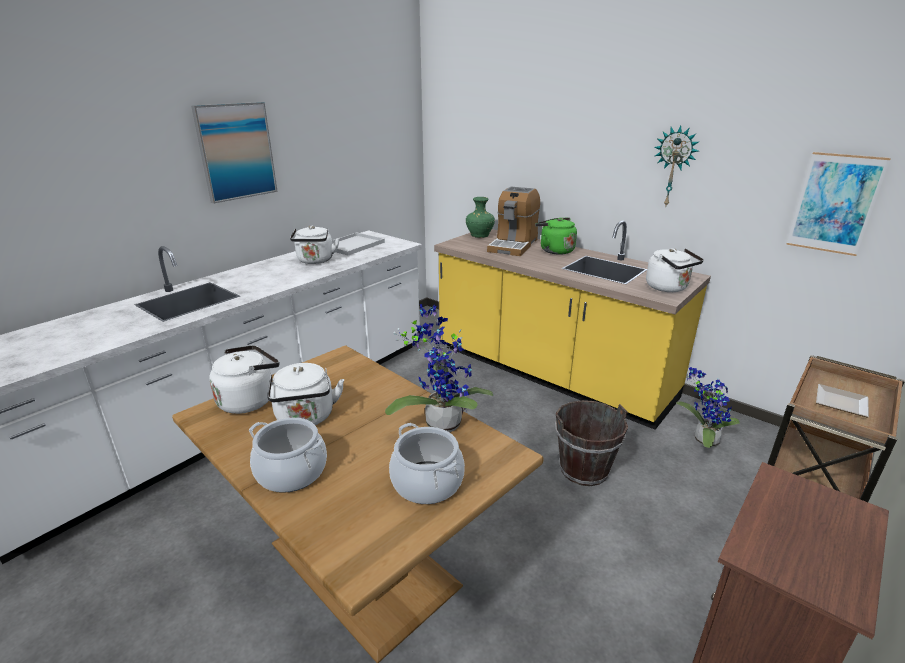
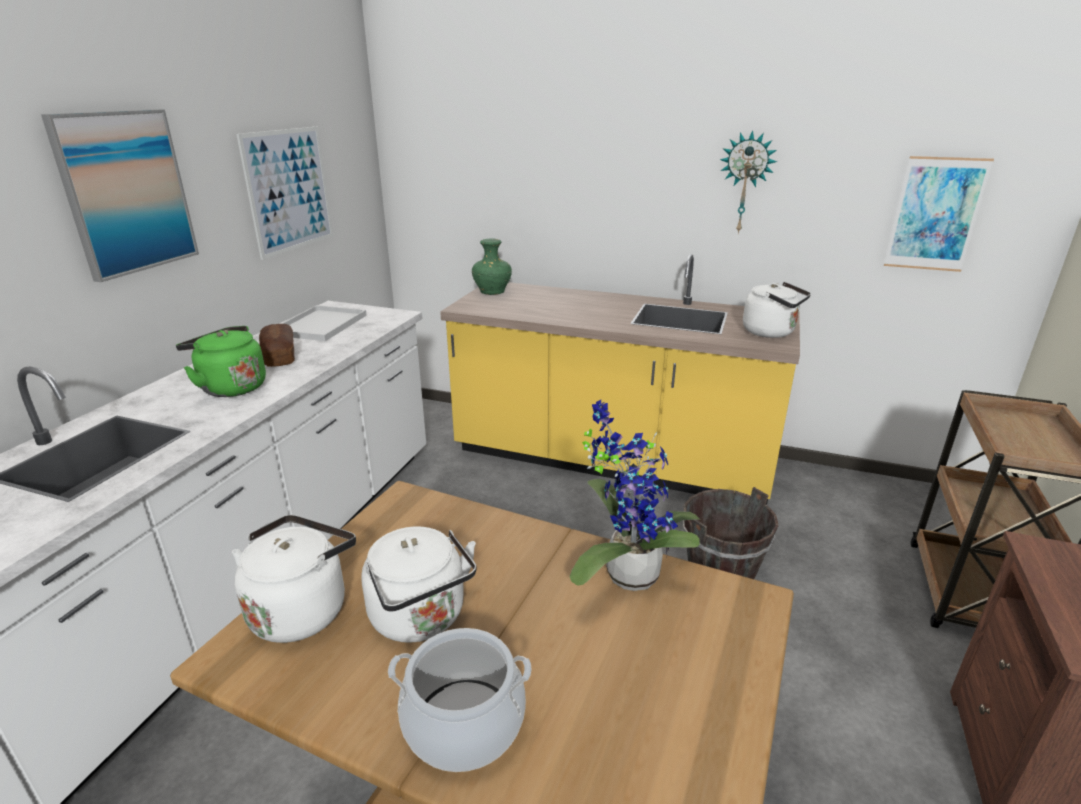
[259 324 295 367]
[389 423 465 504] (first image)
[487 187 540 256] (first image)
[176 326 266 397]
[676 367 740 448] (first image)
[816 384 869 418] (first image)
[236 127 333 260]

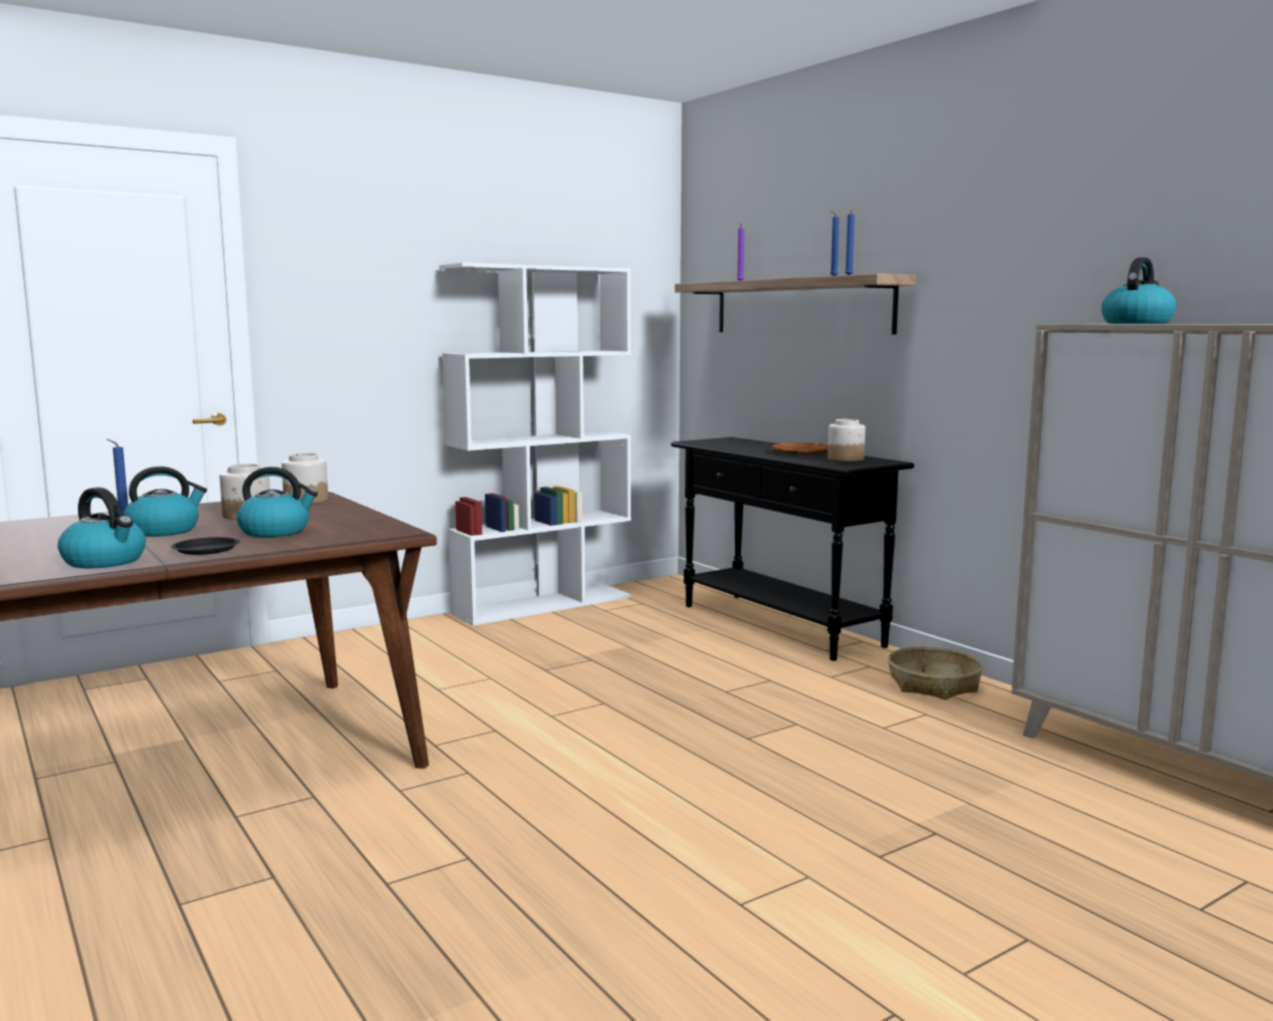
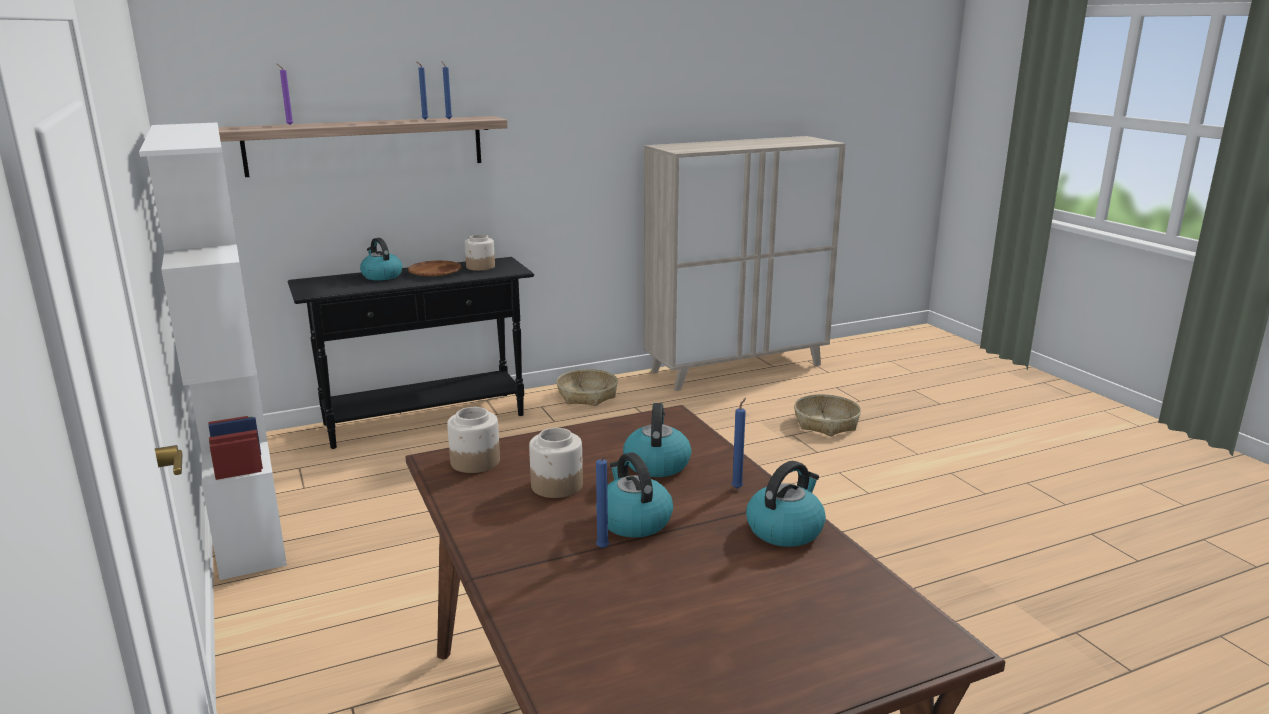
[731 398 746 489]
[360 238 402 280]
[794 394 861 436]

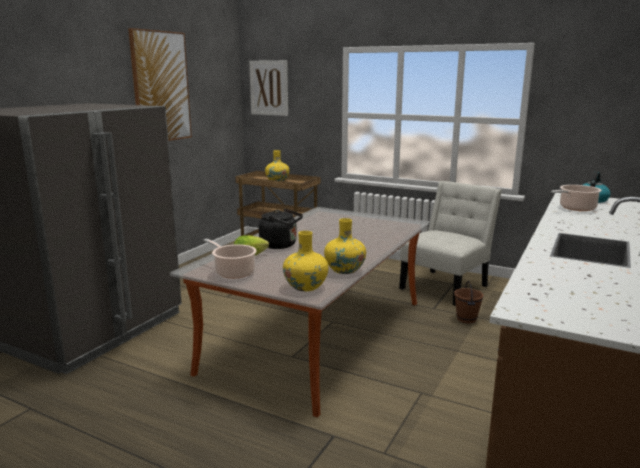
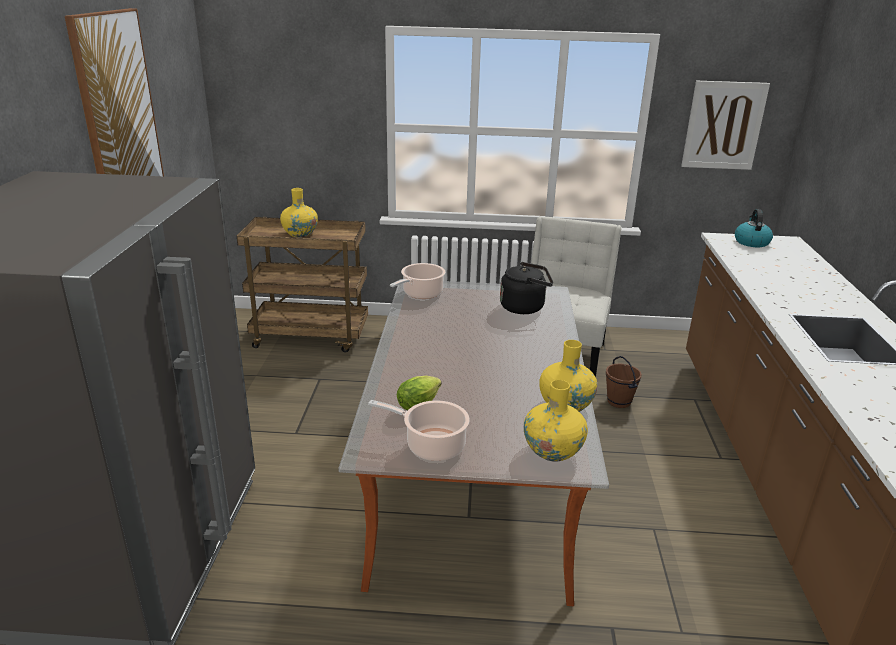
[681 81 770 170]
[500 262 553 314]
[390 263 446 299]

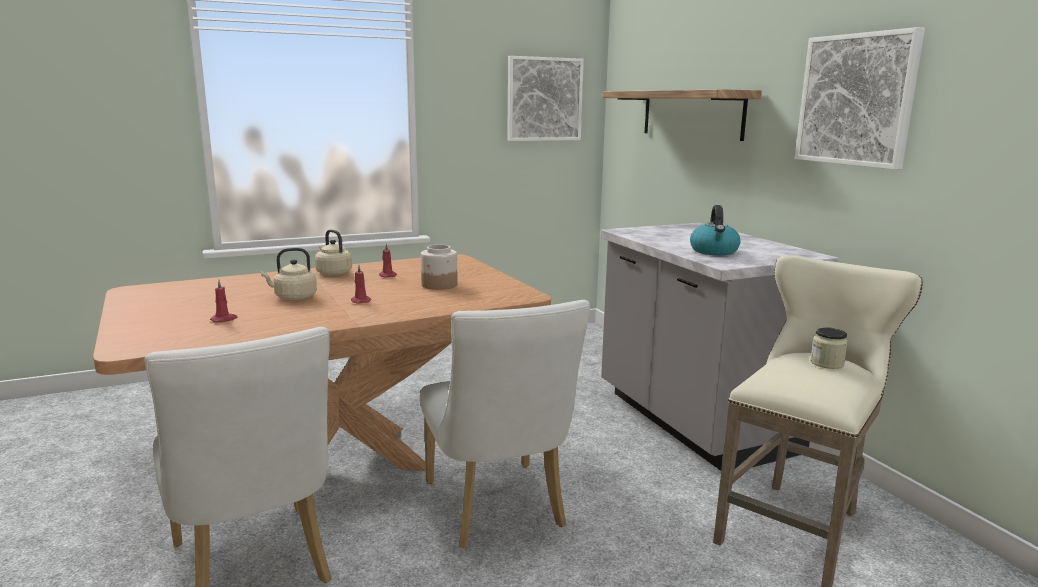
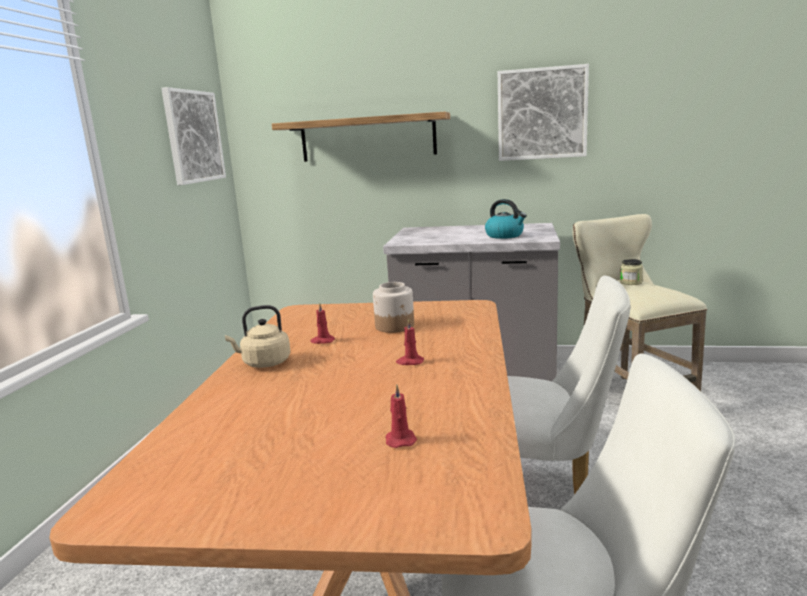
[261 248 317 300] (first image)

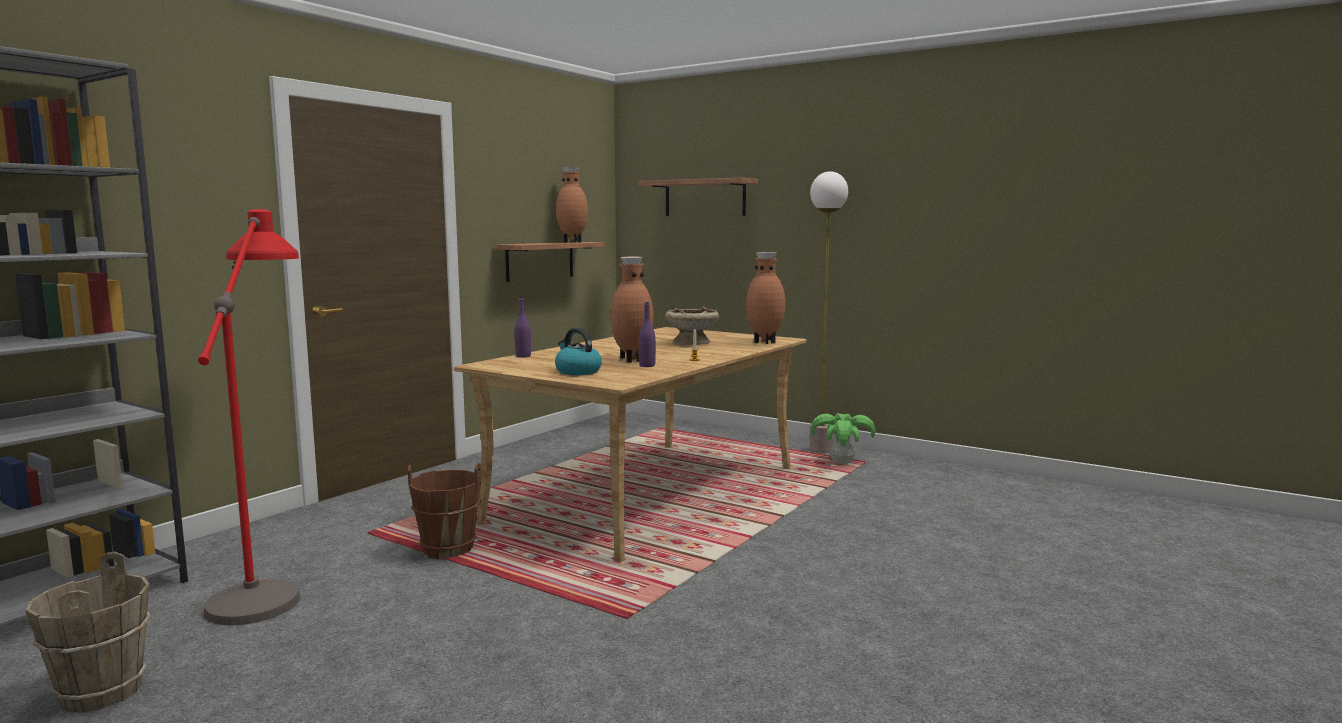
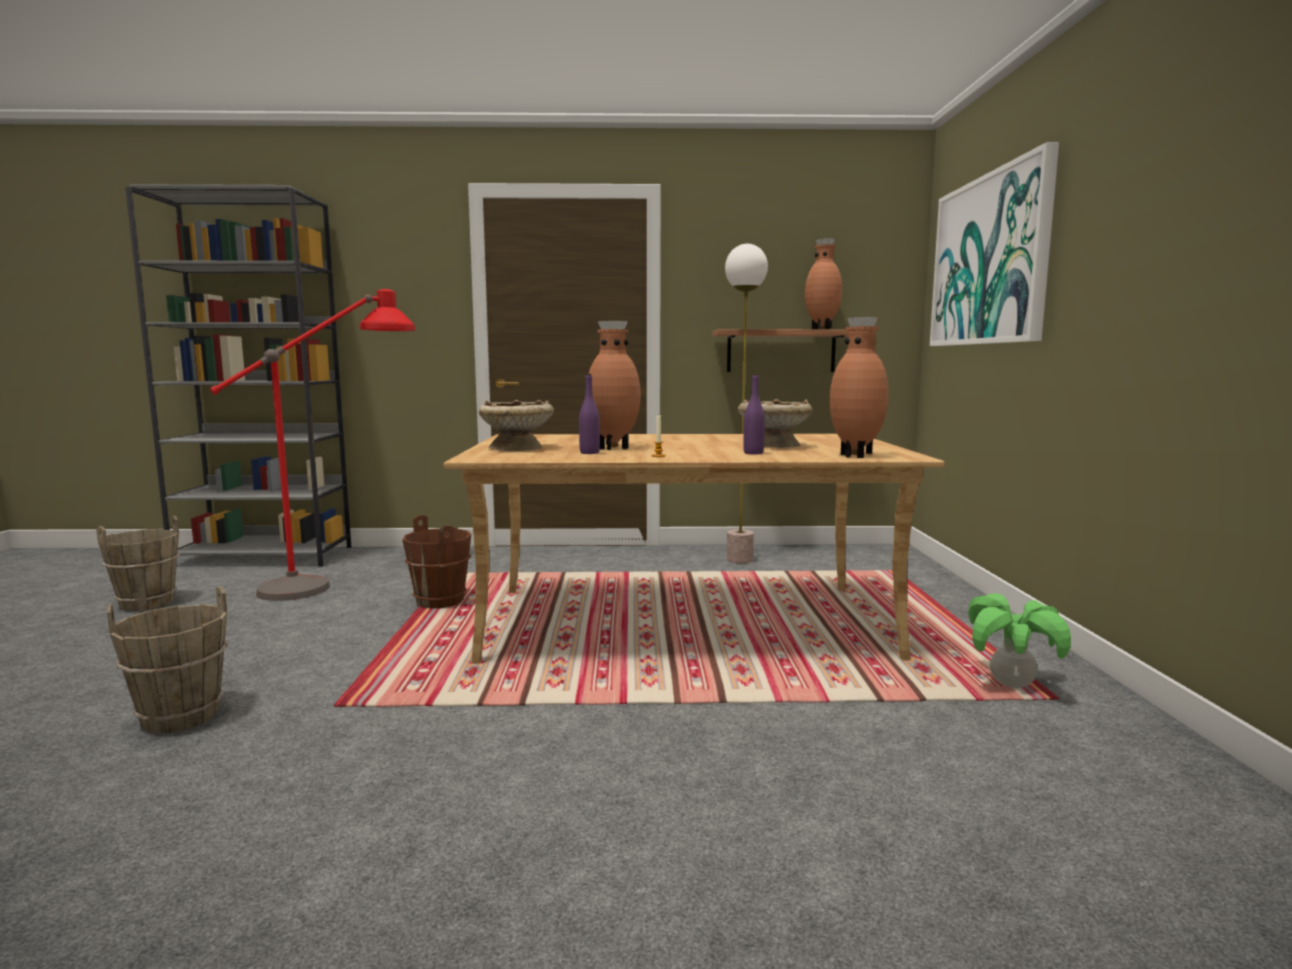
[743 374 765 454]
[479 400 554 451]
[930 142 1059 346]
[725 244 768 564]
[107 586 228 733]

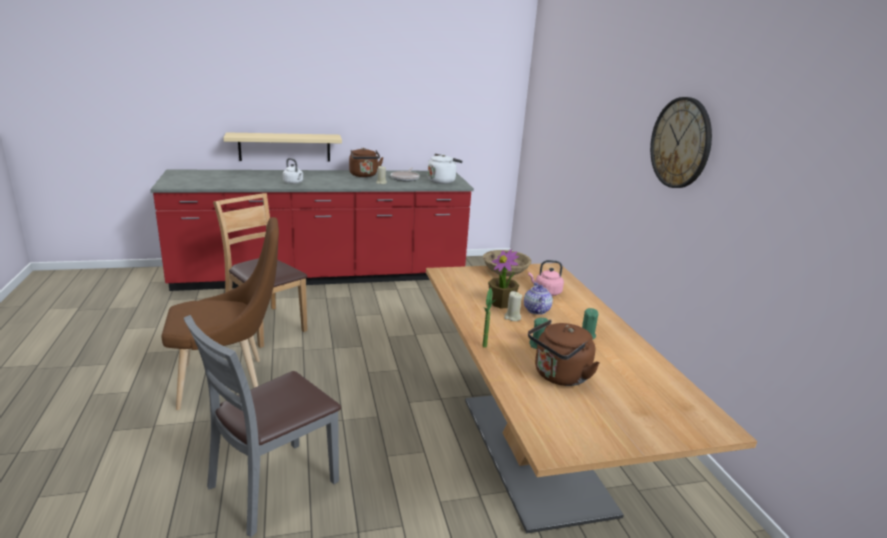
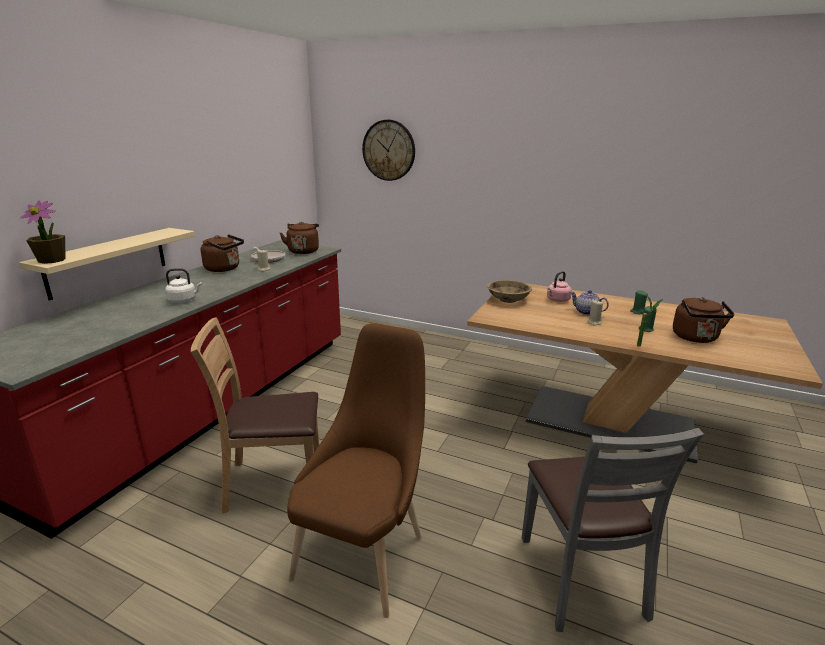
[280 222 319 254]
[21 200 66 264]
[362 120 415 181]

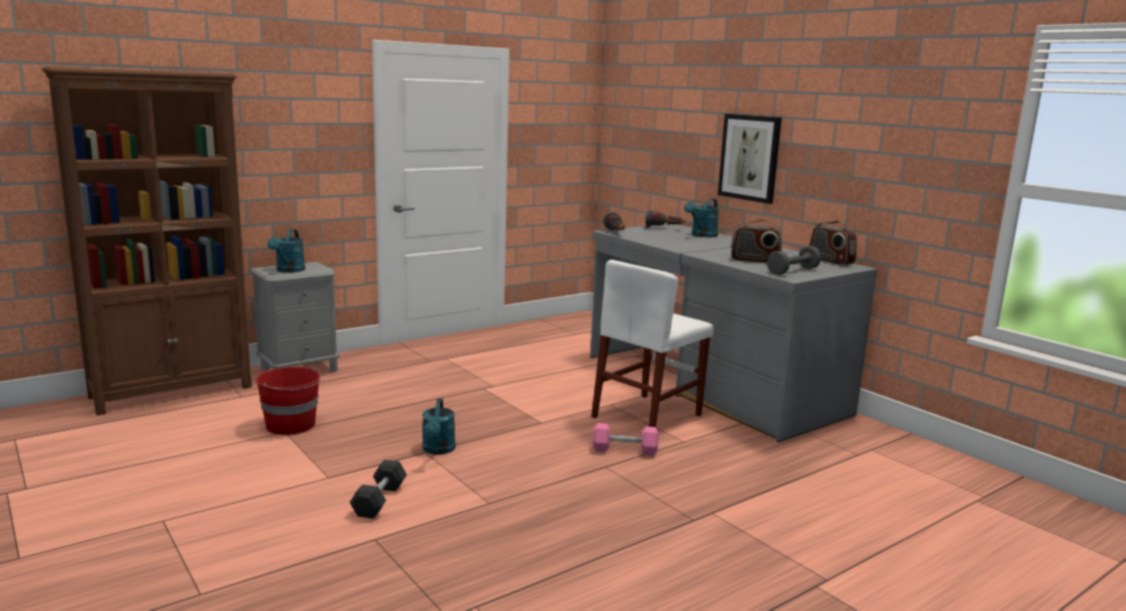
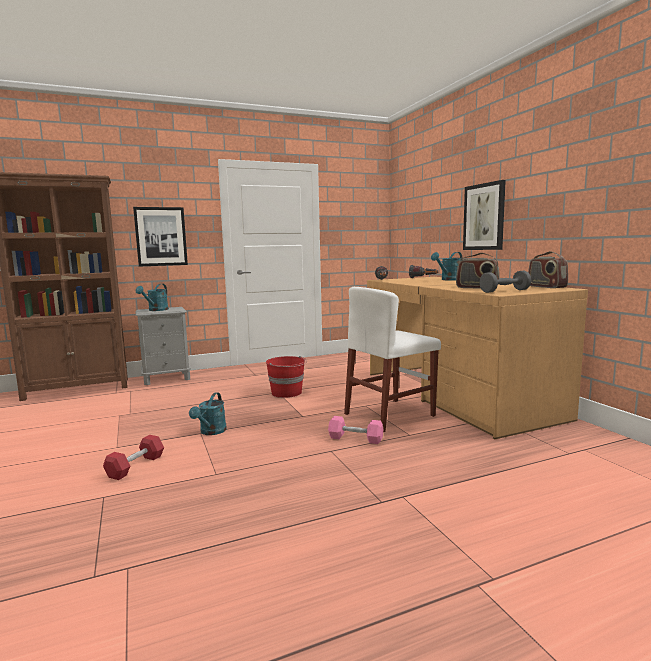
[266 356 307 398]
[103 435 164 480]
[367 277 588 439]
[133 207 188 266]

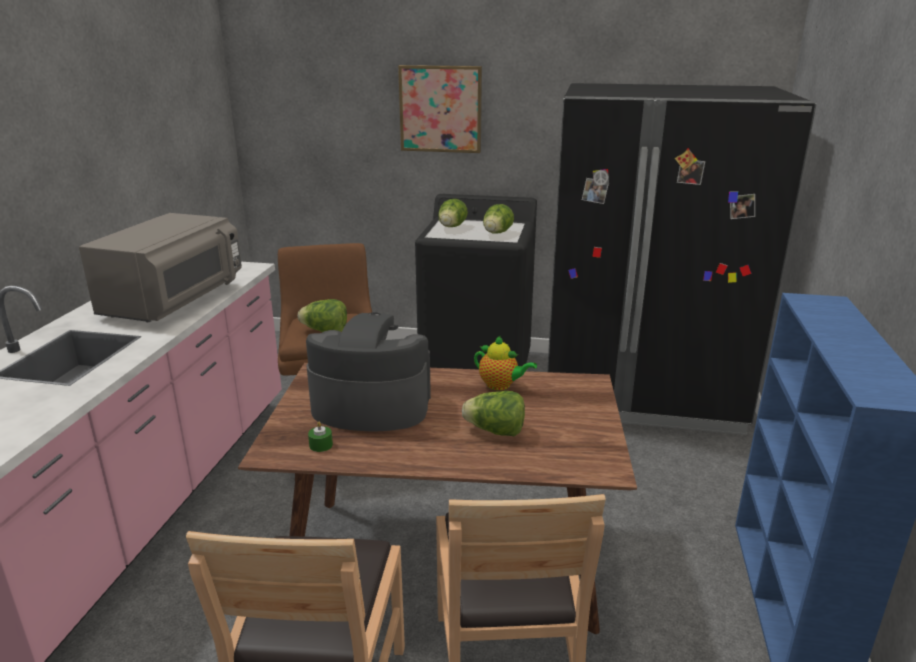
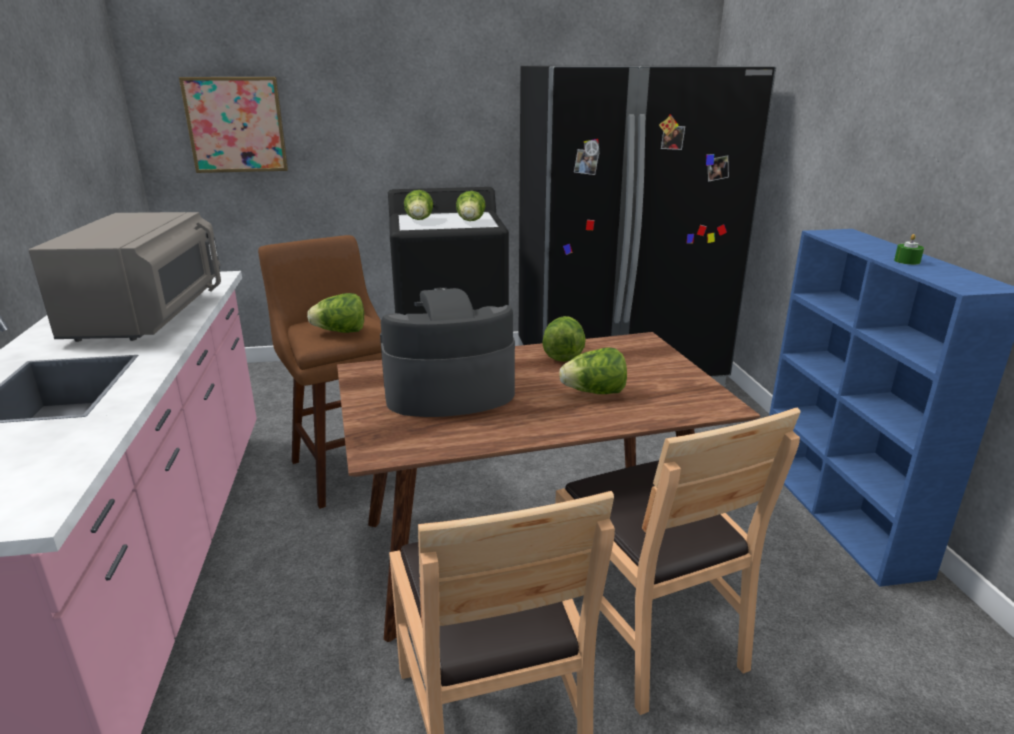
[894 234 924 265]
[179 77 288 173]
[542 316 586 362]

